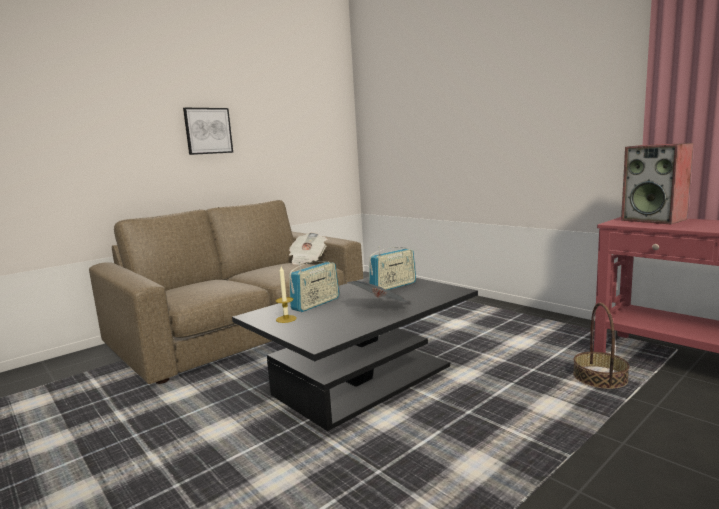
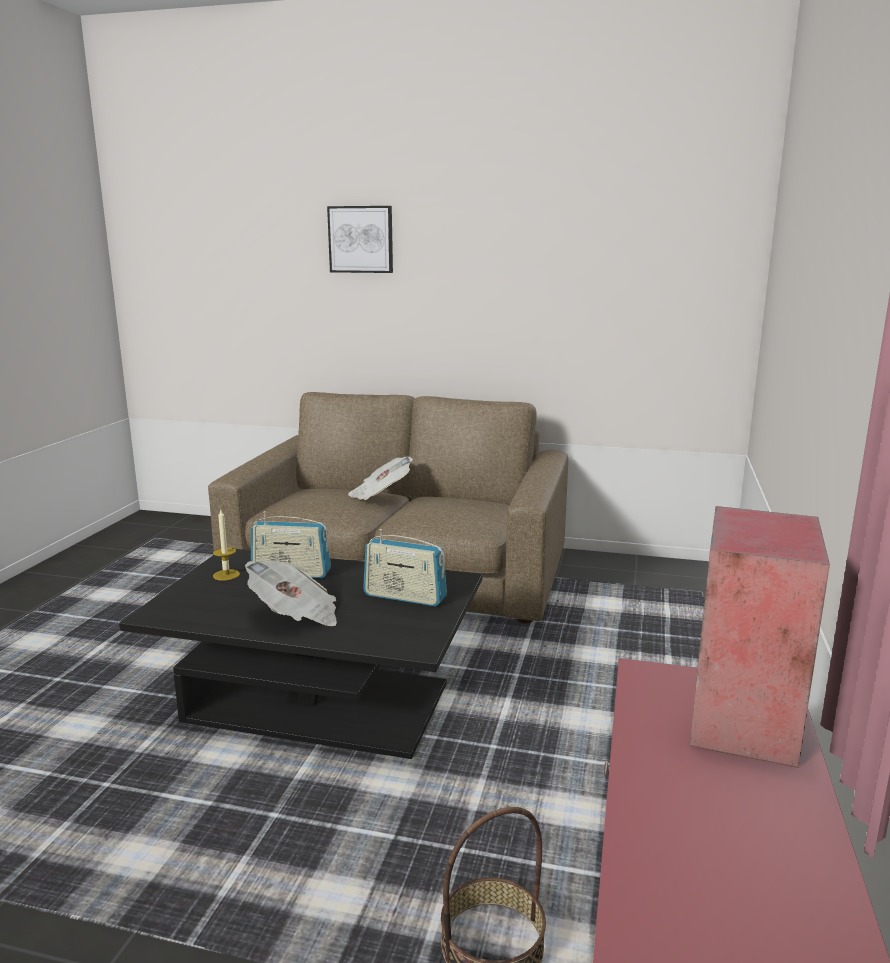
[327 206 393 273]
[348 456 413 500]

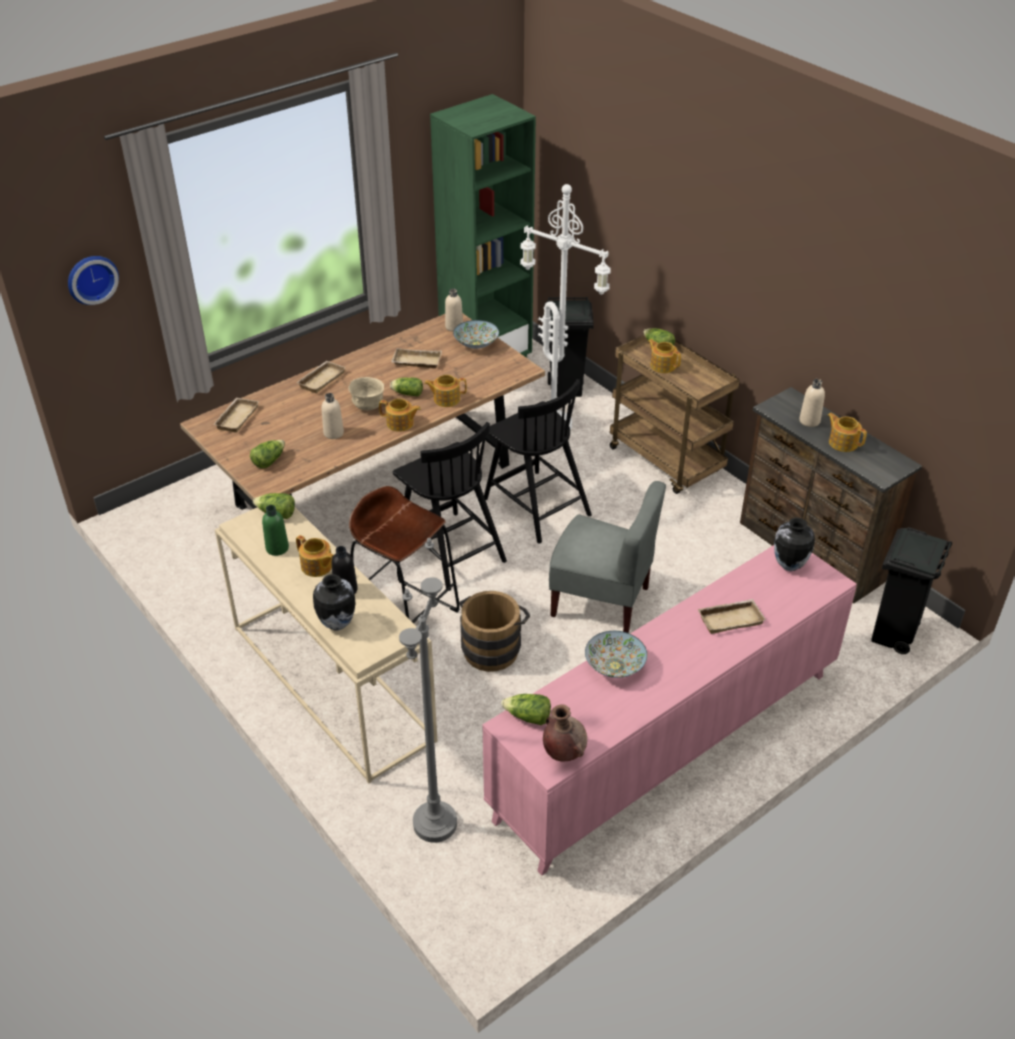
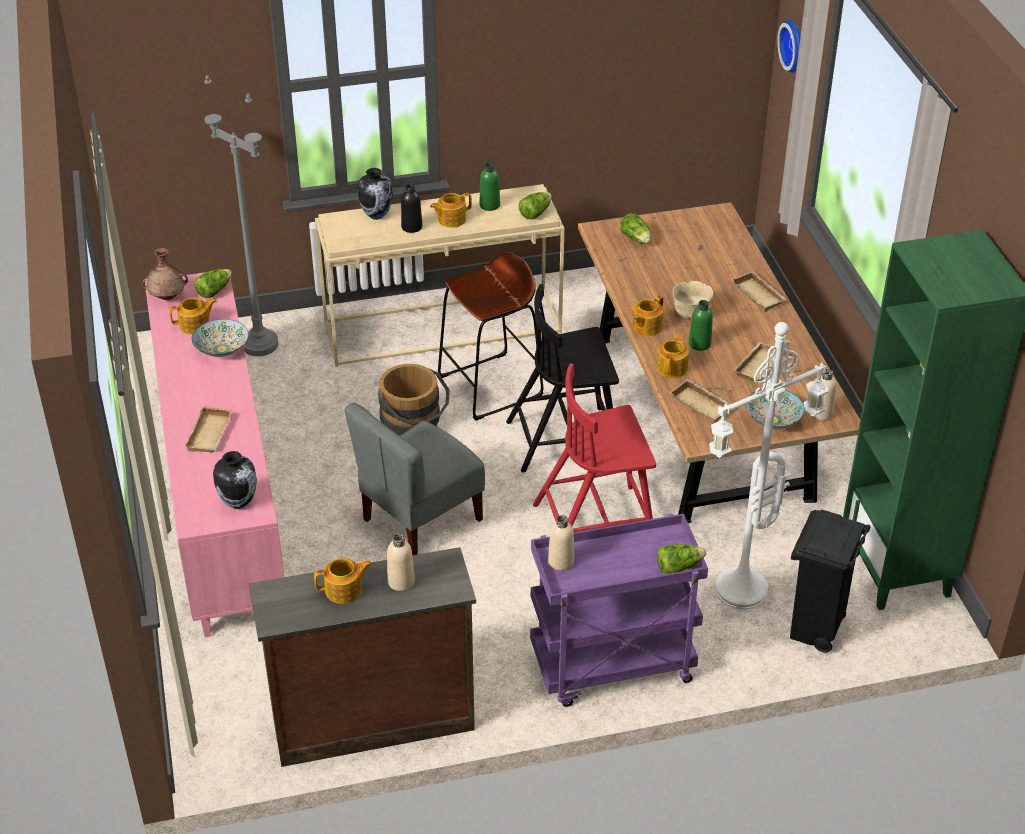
[669 379 731 423]
[548 515 574 571]
[689 300 713 351]
[533 364 656 532]
[530 513 708 707]
[169 298 217 335]
[871 527 952 654] (first image)

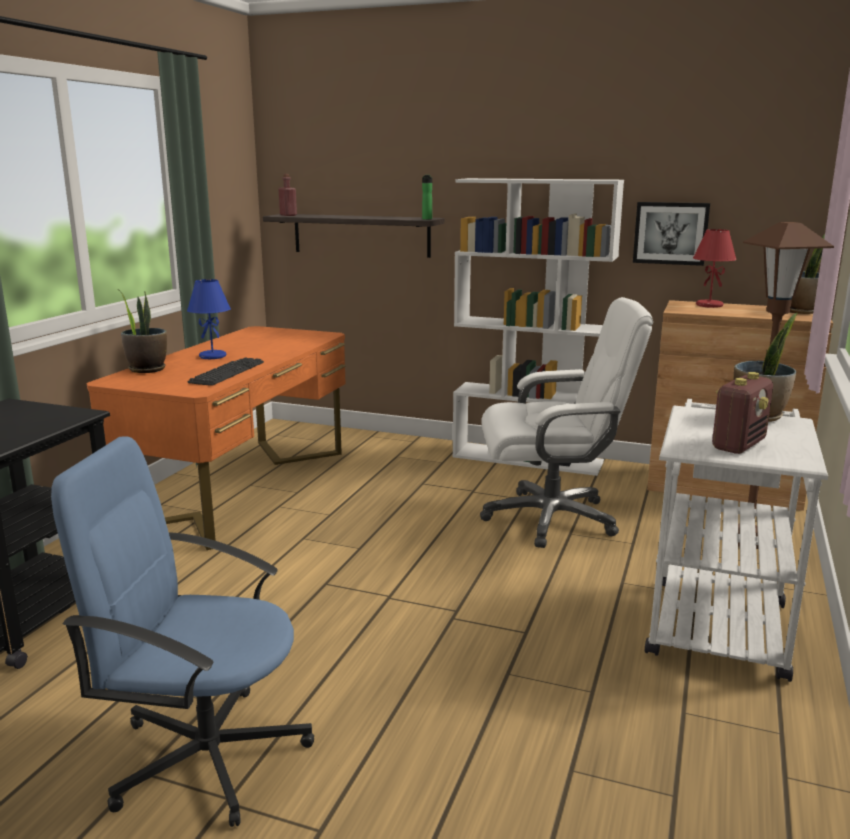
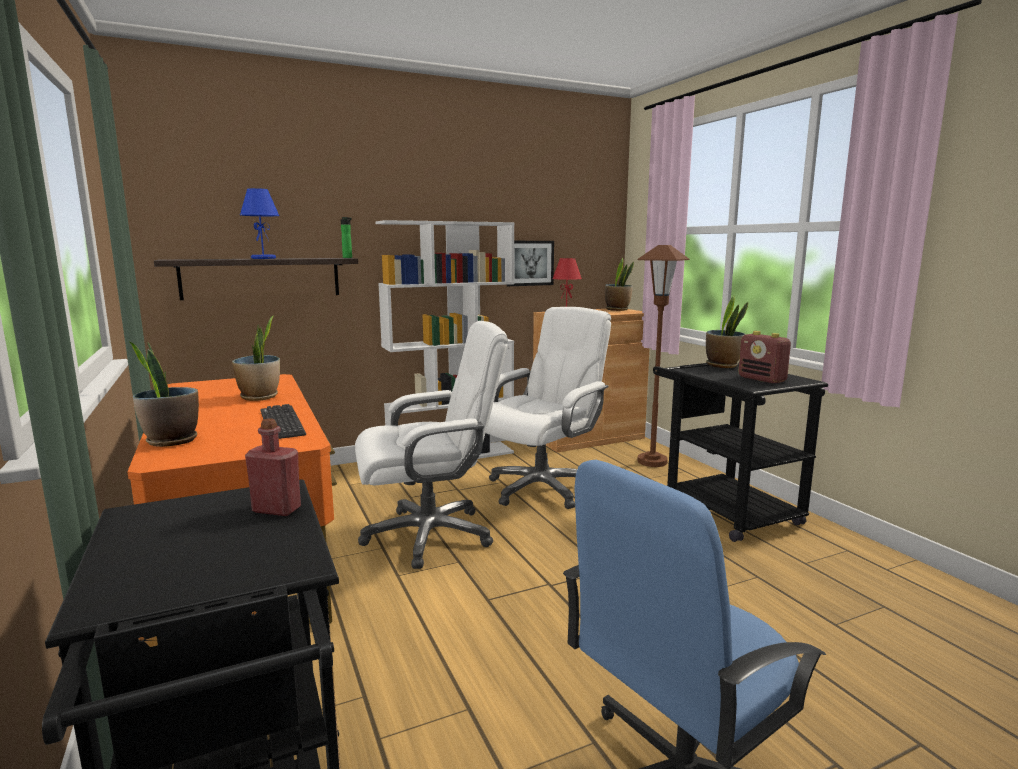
[240 188 280 259]
[245 418 301 516]
[653 363 828 542]
[738 331 791 384]
[232 316 280 401]
[355 321 508 569]

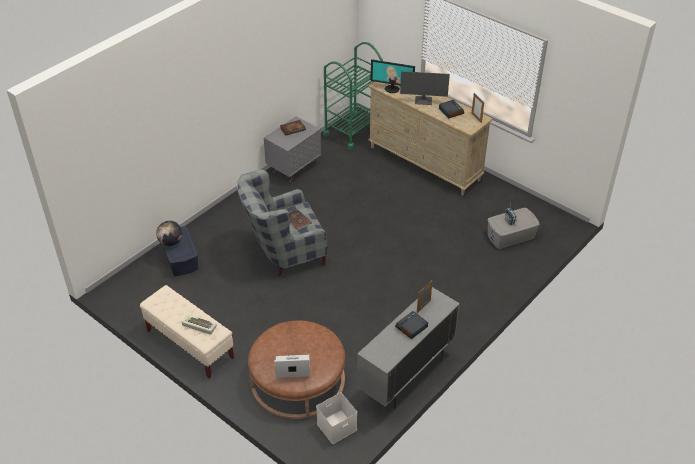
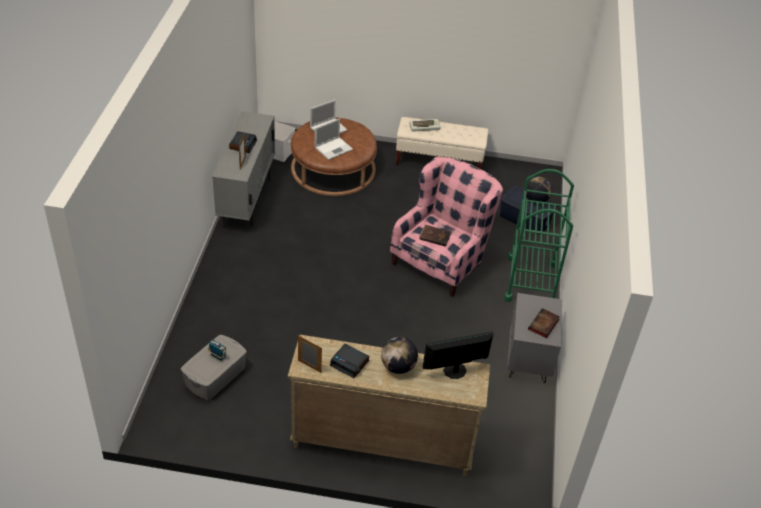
[390 157 503 297]
[504 169 574 302]
[381 337 418 374]
[315 118 353 160]

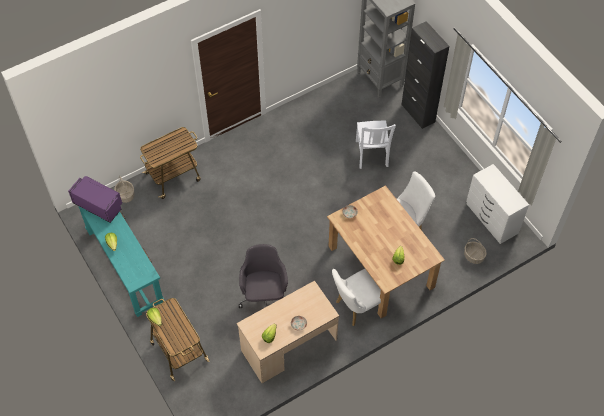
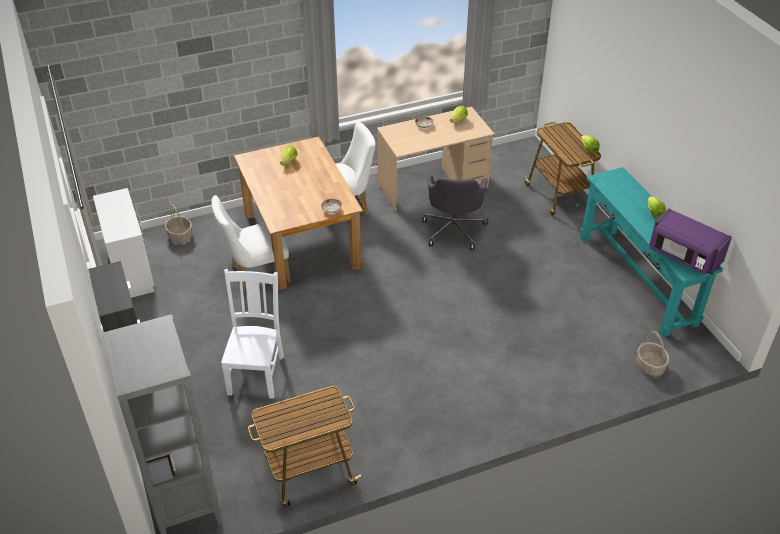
[248 386 361 507]

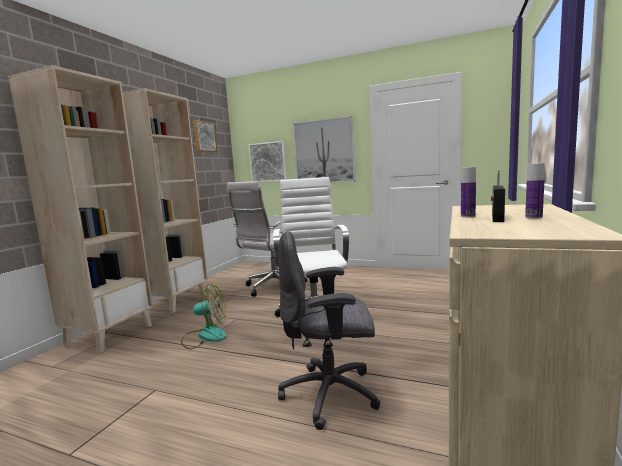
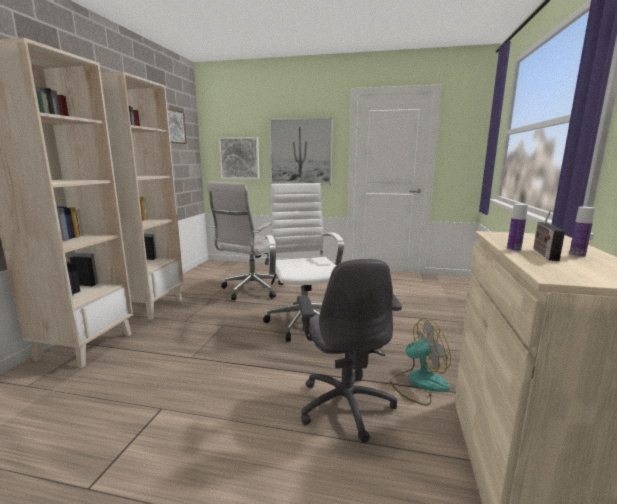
[390 319 451 406]
[297 259 402 443]

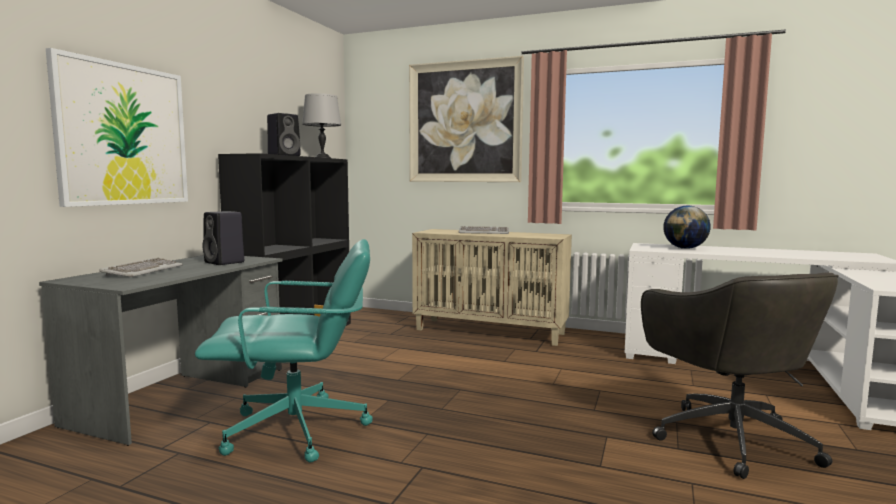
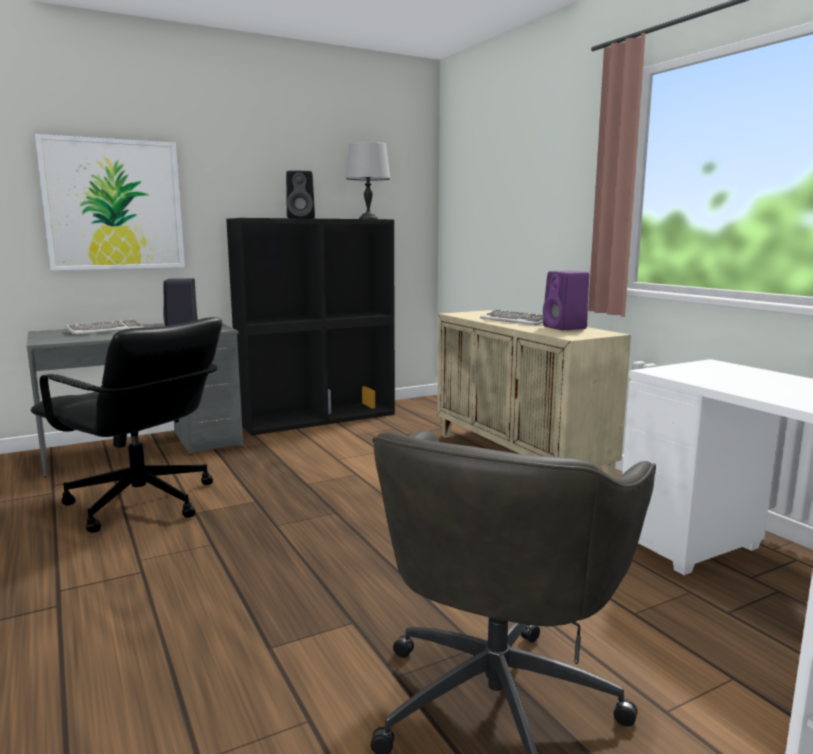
[31 317 222 533]
[409 56 524 182] (first image)
[663 205 711 249] (first image)
[543 270 589 330]

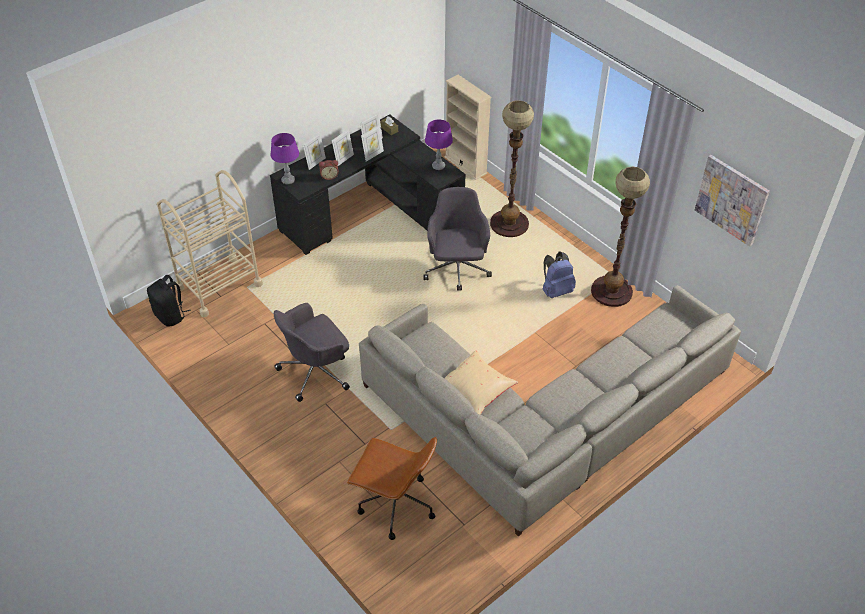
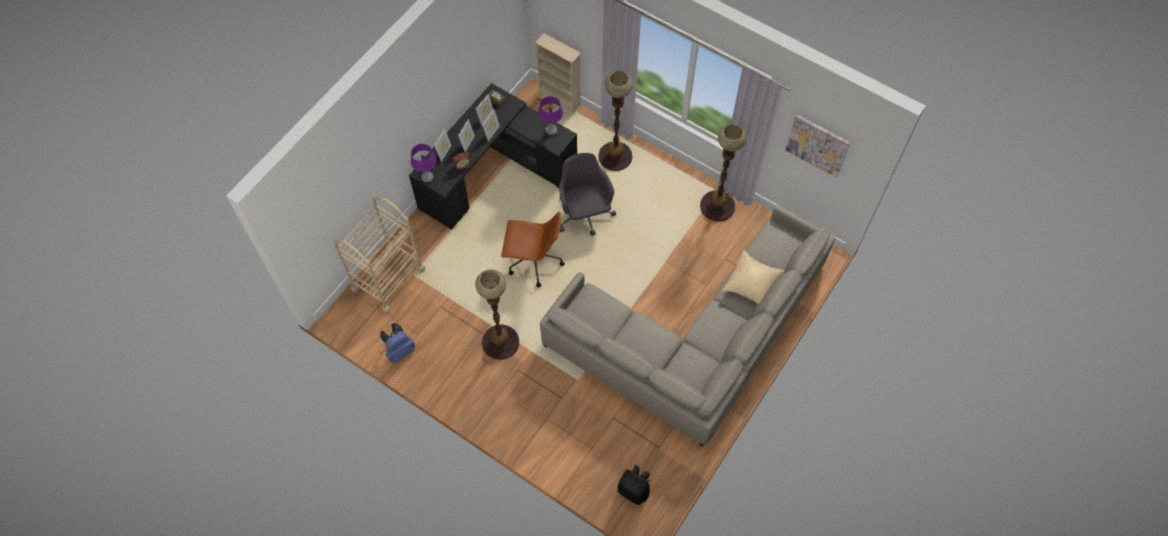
[618 465 650 505]
[475 269 519 360]
[501 212 565 287]
[722 250 785 304]
[380 323 416 363]

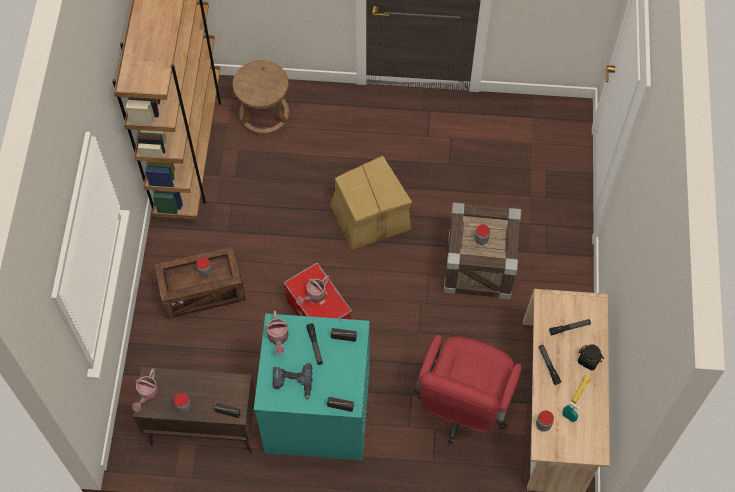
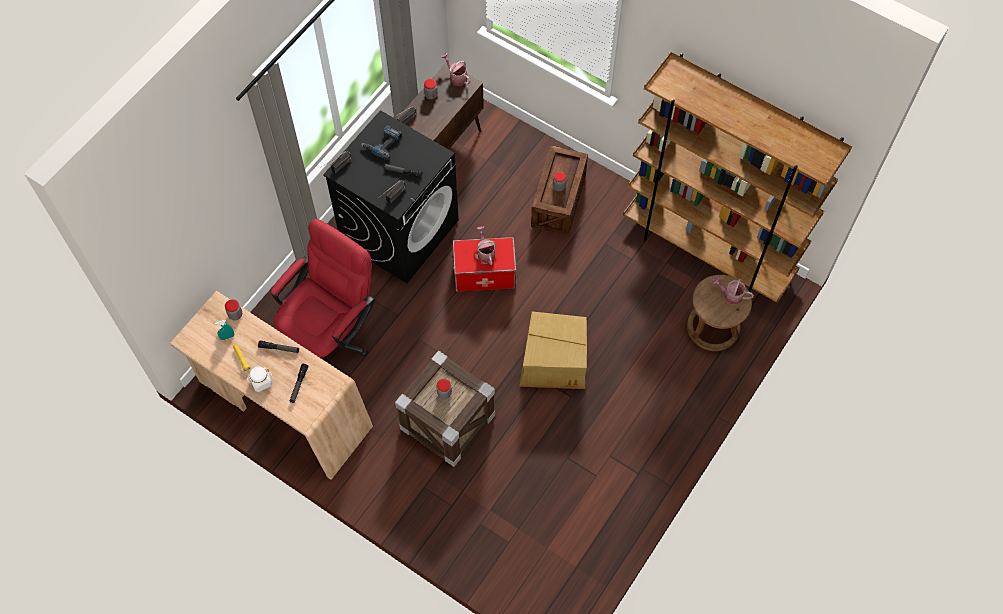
[323 110 459 283]
[712 276 754 304]
[271 219 375 360]
[246 366 272 392]

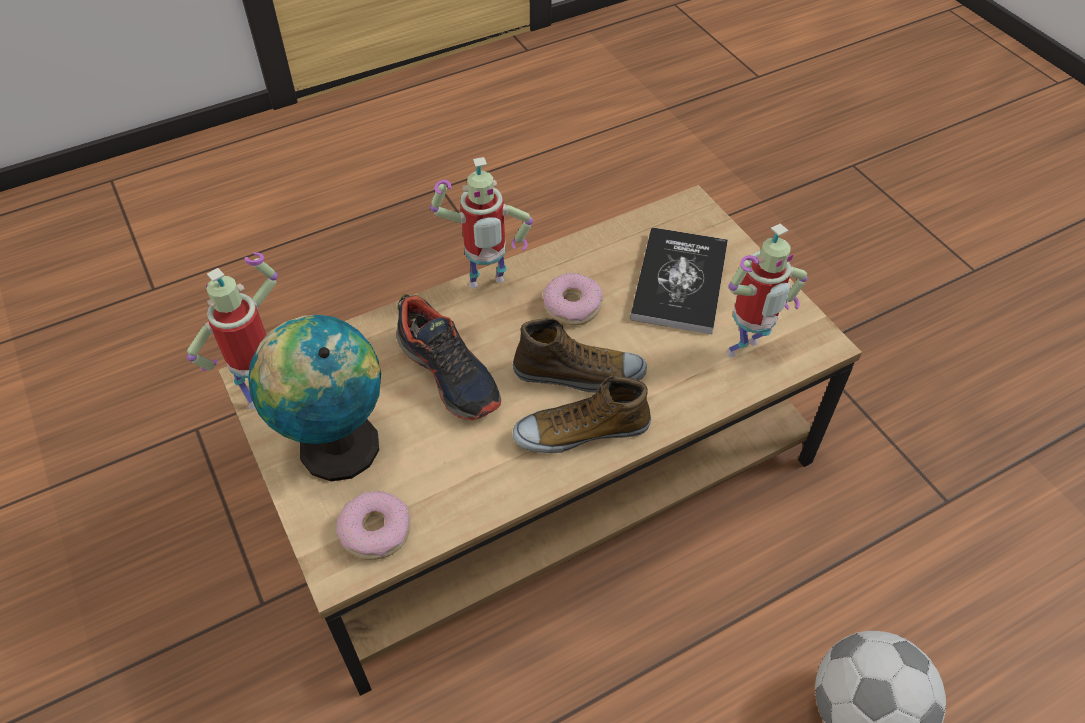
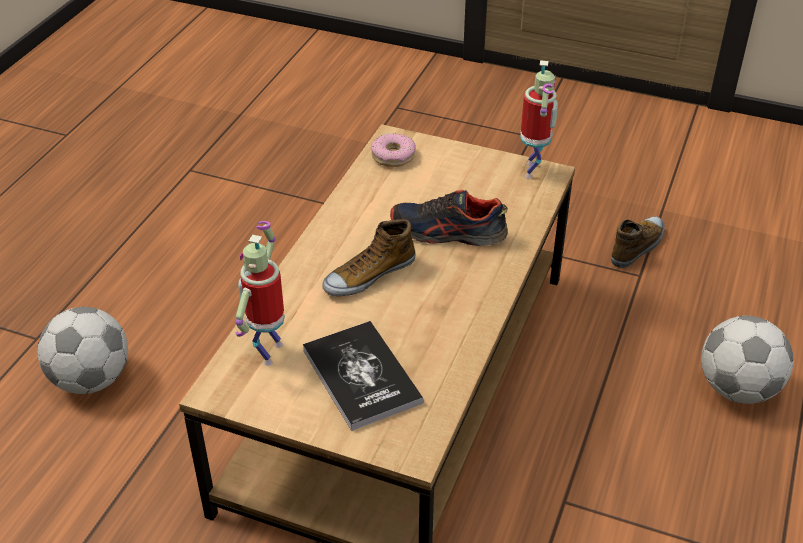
[248 315 381 481] (first image)
[430 157 533 288] (first image)
[611 217 665 268]
[543 273 603 326] (first image)
[701 316 794 404]

